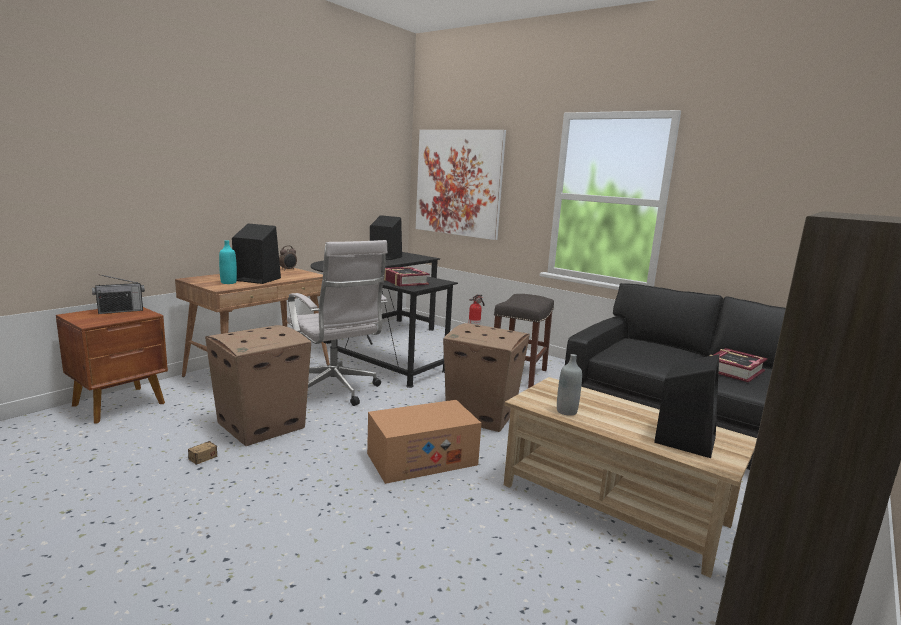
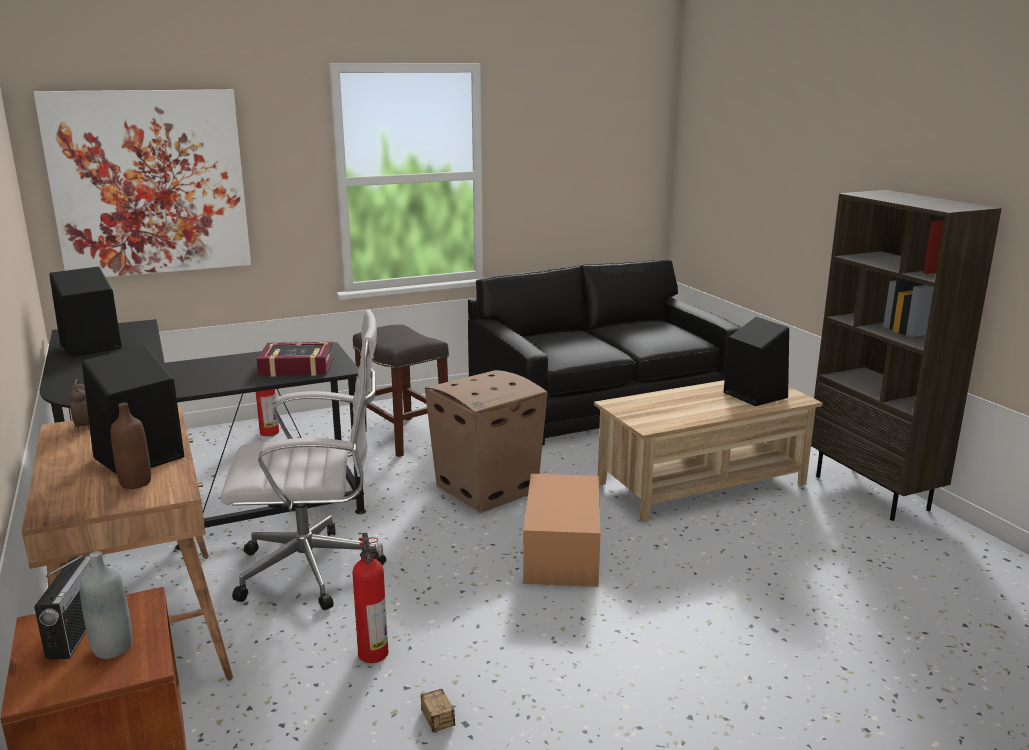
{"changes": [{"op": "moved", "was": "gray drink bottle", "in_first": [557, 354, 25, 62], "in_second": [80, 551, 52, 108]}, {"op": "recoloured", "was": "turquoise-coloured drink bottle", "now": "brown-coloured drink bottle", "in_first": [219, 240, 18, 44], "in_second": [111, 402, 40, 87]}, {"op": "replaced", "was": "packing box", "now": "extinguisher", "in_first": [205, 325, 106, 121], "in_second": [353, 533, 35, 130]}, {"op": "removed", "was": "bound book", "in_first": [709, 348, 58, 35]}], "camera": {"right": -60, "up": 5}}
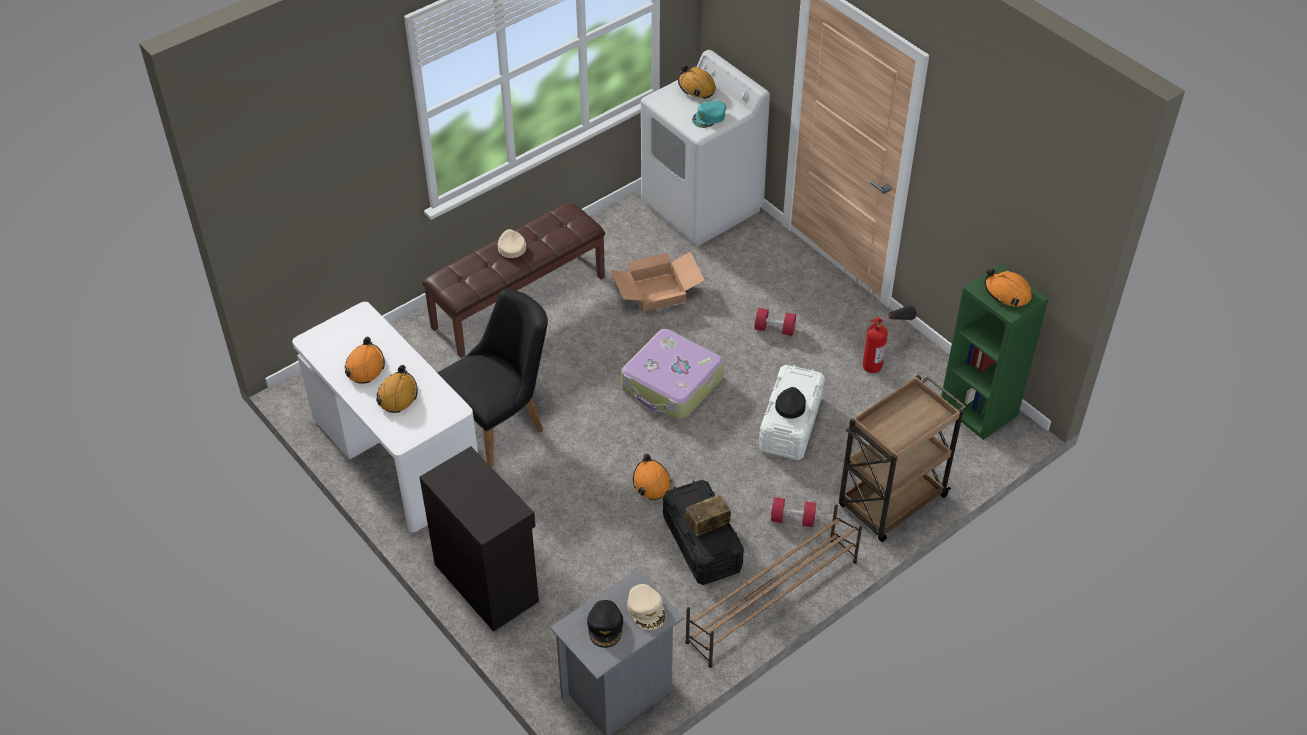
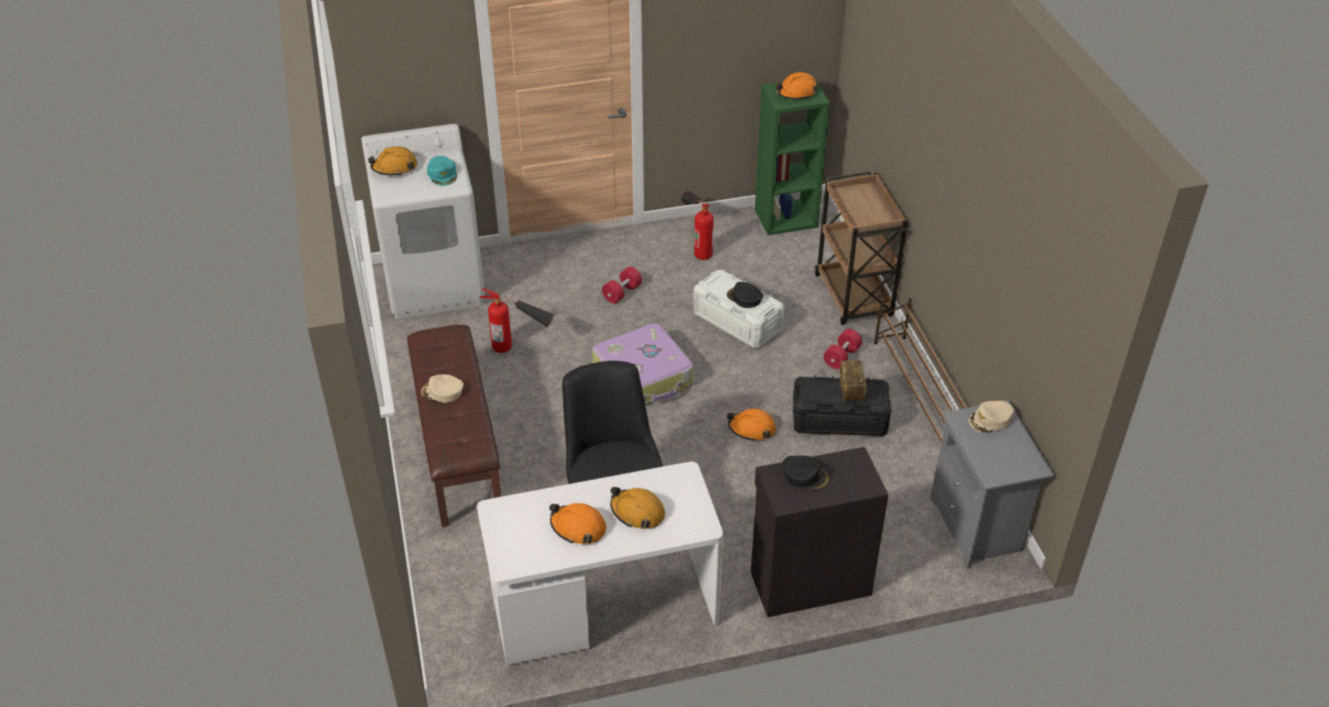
{"changes": [{"op": "replaced", "was": "packing box", "now": "extinguisher", "in_first": [611, 252, 93, 60], "in_second": [479, 288, 75, 65]}, {"op": "moved", "was": "blackish cap", "in_first": [587, 600, 36, 48], "in_second": [782, 456, 48, 34]}, {"op": "turned", "was": "beige-coloured cap", "in_first": [627, 584, 38, 46], "in_second": [969, 401, 45, 32], "clockwise": 150}], "camera": {"right": -65, "up": -5}}
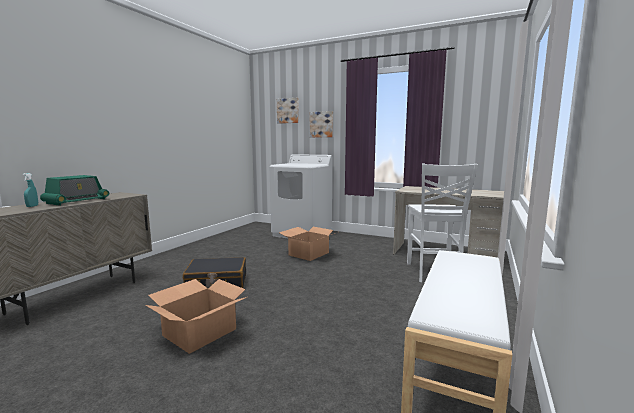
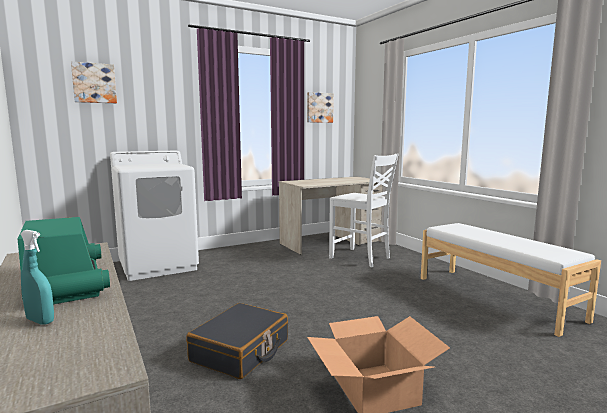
{"changes": [{"op": "moved", "was": "picture", "in_first": [310, 111, 23, 26], "in_second": [307, 92, 27, 31]}, {"op": "removed", "was": "packing box", "in_first": [279, 227, 56, 34]}], "camera": {"right": -55, "up": 0}}
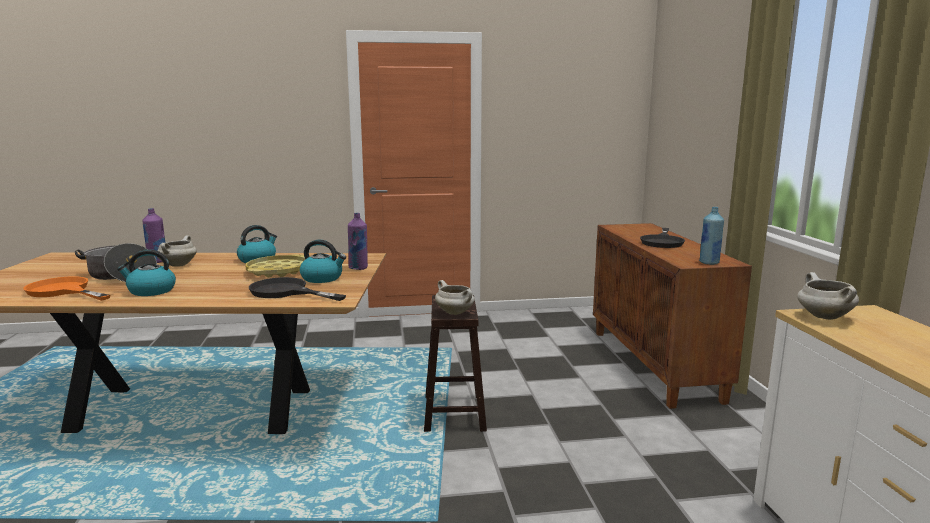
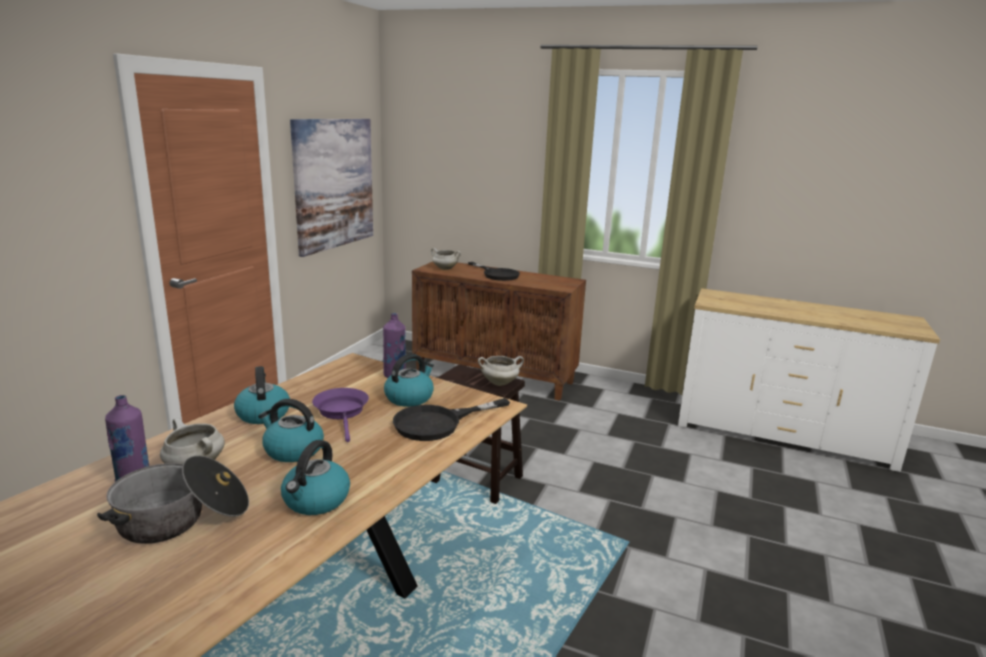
{"changes": [{"op": "added", "now": "water kettle", "in_second": [258, 399, 66, 63]}, {"op": "added", "now": "picture", "in_second": [290, 119, 83, 138]}, {"op": "replaced", "was": "yellow-coloured serving tray", "now": "purple-coloured frying pan", "in_first": [246, 254, 59, 23], "in_second": [312, 388, 57, 54]}, {"op": "moved", "was": "white-coloured cooking pot", "in_first": [797, 272, 62, 48], "in_second": [431, 248, 30, 22]}, {"op": "removed", "was": "orange-coloured frying pan", "in_first": [24, 276, 86, 25]}, {"op": "removed", "was": "blue drink bottle", "in_first": [699, 207, 25, 58]}], "camera": {"right": -60, "up": 5}}
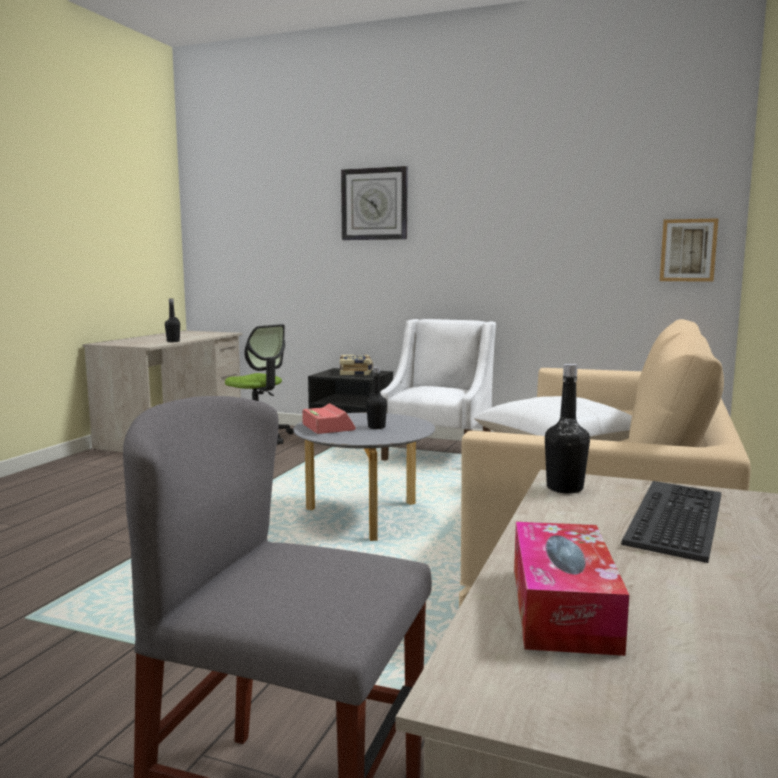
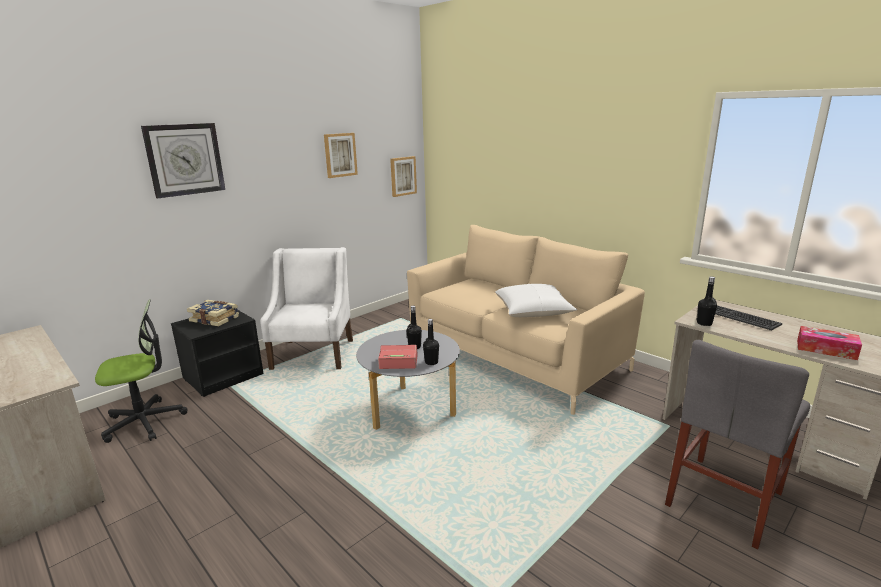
{"changes": [{"op": "turned", "was": "white-coloured lounge chair", "in_first": [380, 319, 116, 142], "in_second": [260, 247, 93, 123], "clockwise": 45}, {"op": "added", "now": "picture", "in_second": [324, 133, 34, 45]}, {"op": "moved", "was": "blackish drink bottle", "in_first": [165, 298, 15, 44], "in_second": [423, 319, 16, 46]}], "camera": {"right": -65, "up": 10}}
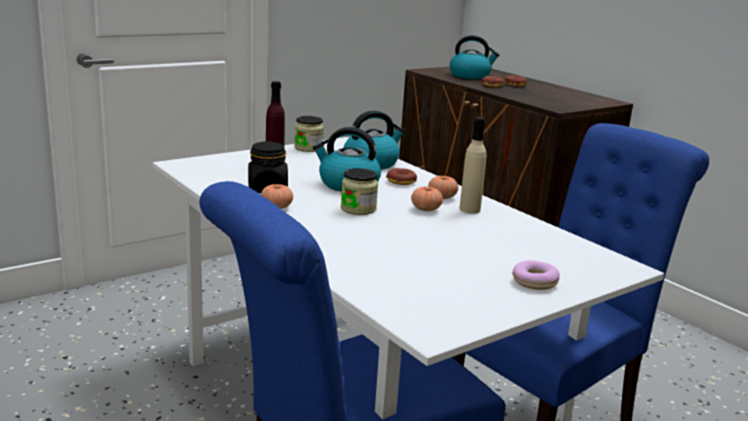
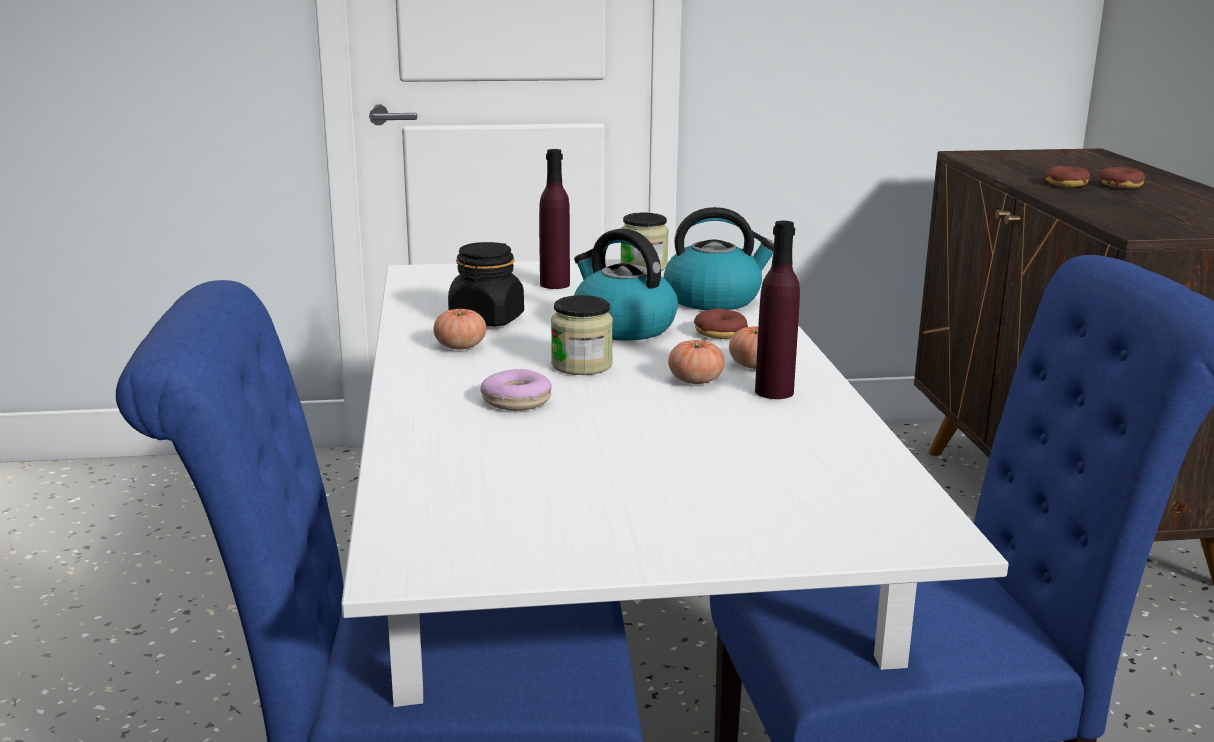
{"changes": [{"op": "moved", "was": "ring doughnut", "in_first": [512, 260, 48, 30], "in_second": [481, 369, 71, 42]}, {"op": "recoloured", "was": "beige-coloured drink bottle", "now": "purple-coloured drink bottle", "in_first": [459, 117, 27, 97], "in_second": [755, 221, 45, 178]}, {"op": "removed", "was": "water kettle", "in_first": [450, 35, 50, 44]}], "camera": {"right": 30, "up": 0}}
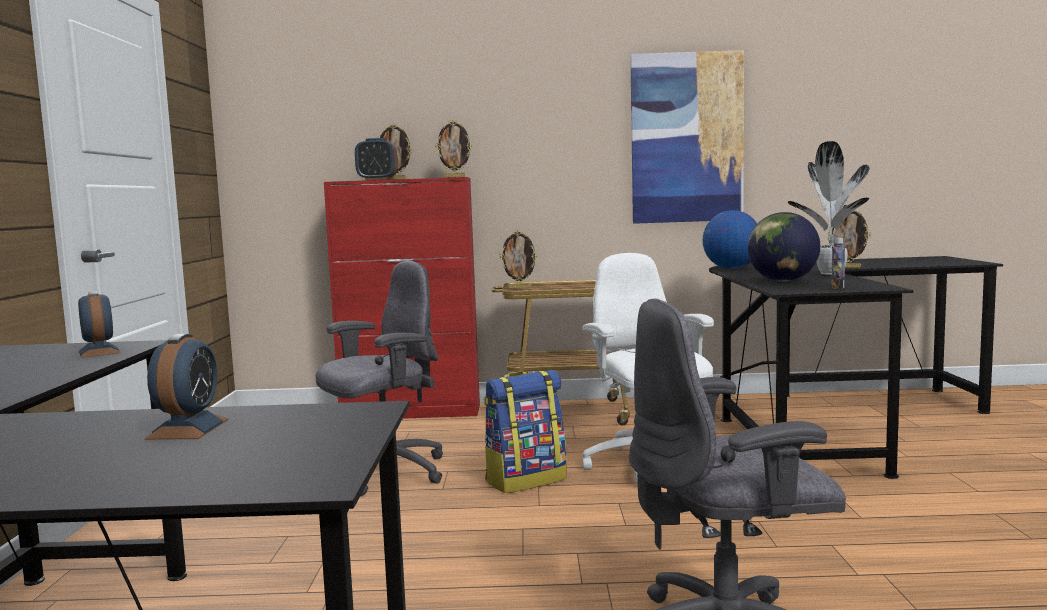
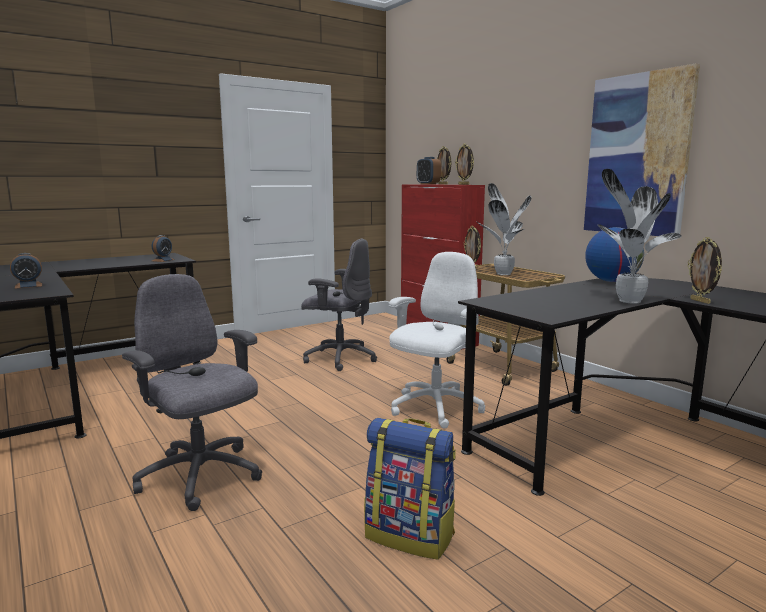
{"changes": [{"op": "moved", "was": "rucksack", "in_first": [484, 370, 83, 123], "in_second": [364, 418, 92, 142]}, {"op": "added", "now": "plant in a pot", "in_second": [477, 183, 54, 92]}, {"op": "removed", "was": "desk globe", "in_first": [748, 212, 72, 70]}, {"op": "removed", "was": "drink bottle", "in_first": [831, 238, 14, 51]}], "camera": {"right": 55, "up": 5}}
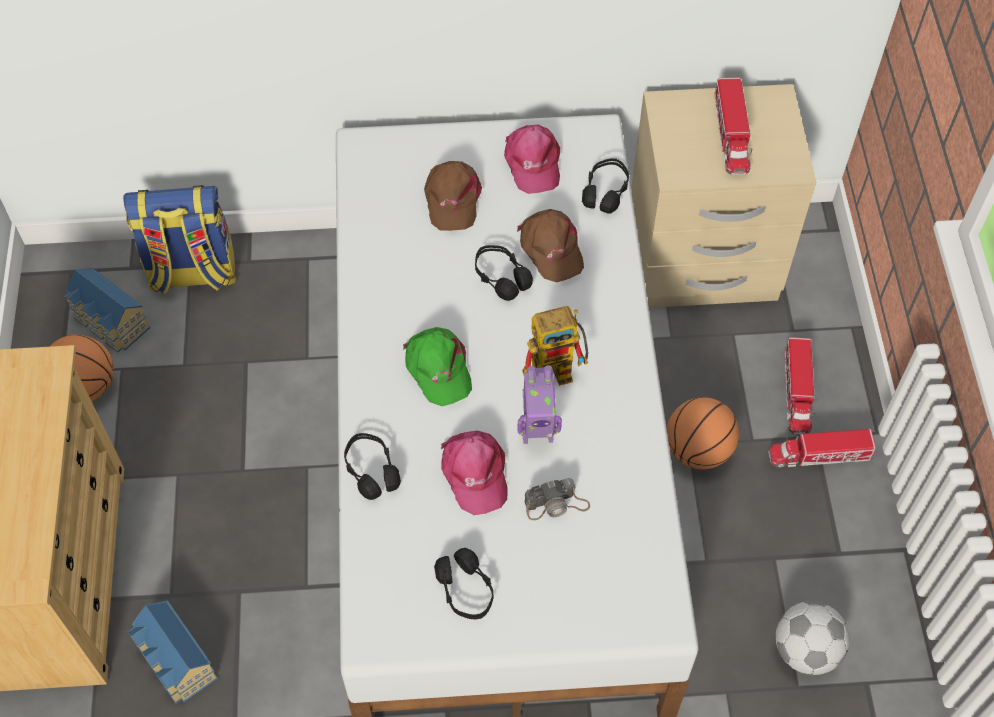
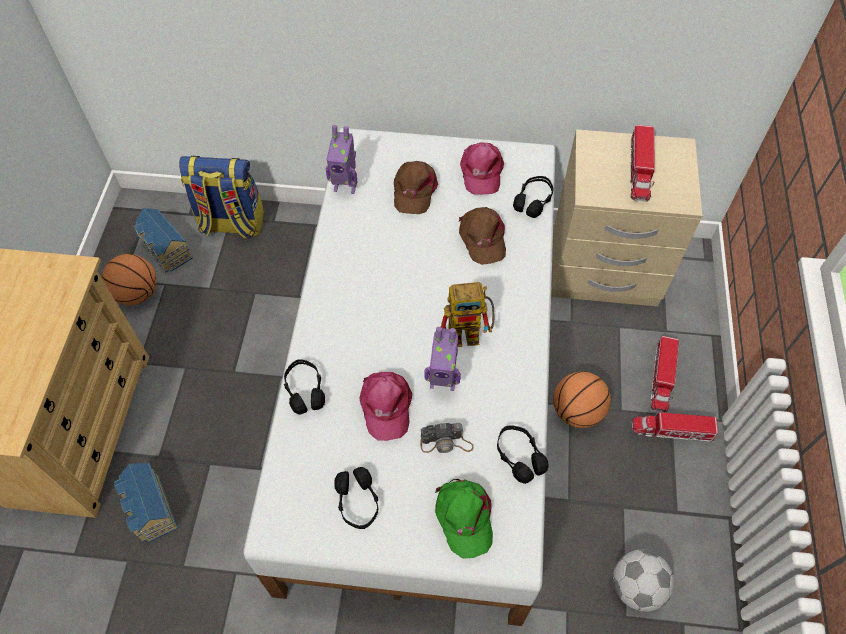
{"changes": [{"op": "added", "now": "toy robot", "in_second": [326, 125, 31, 69]}, {"op": "moved", "was": "green cap", "in_first": [403, 327, 69, 79], "in_second": [435, 479, 58, 80]}, {"op": "moved", "was": "blackish pair of headphones", "in_first": [475, 245, 58, 56], "in_second": [497, 425, 52, 59]}], "camera": {"right": 10, "up": 0}}
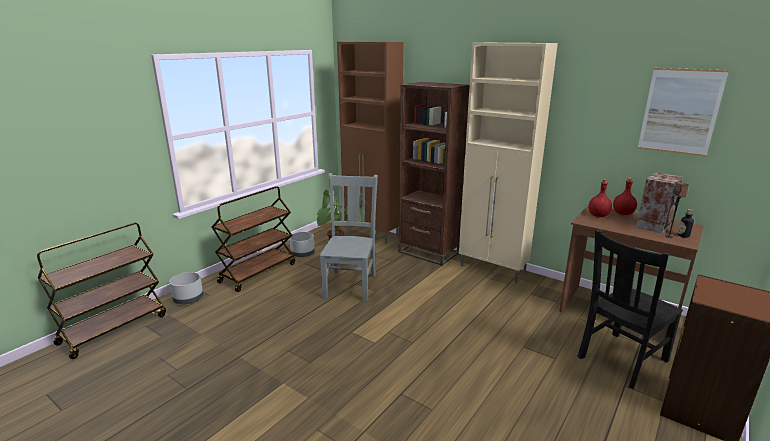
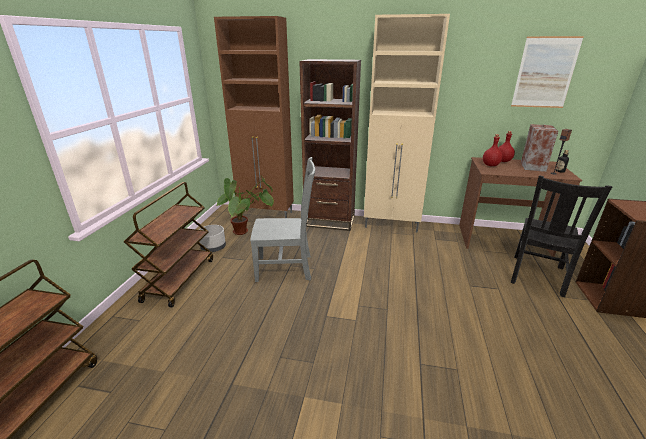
{"changes": [{"op": "turned", "was": "gray upright chair", "in_first": [320, 173, 58, 129], "in_second": [250, 157, 65, 125], "clockwise": 105}, {"op": "removed", "was": "gray flower pot", "in_first": [169, 272, 34, 32]}], "camera": {"right": -25, "up": 5}}
